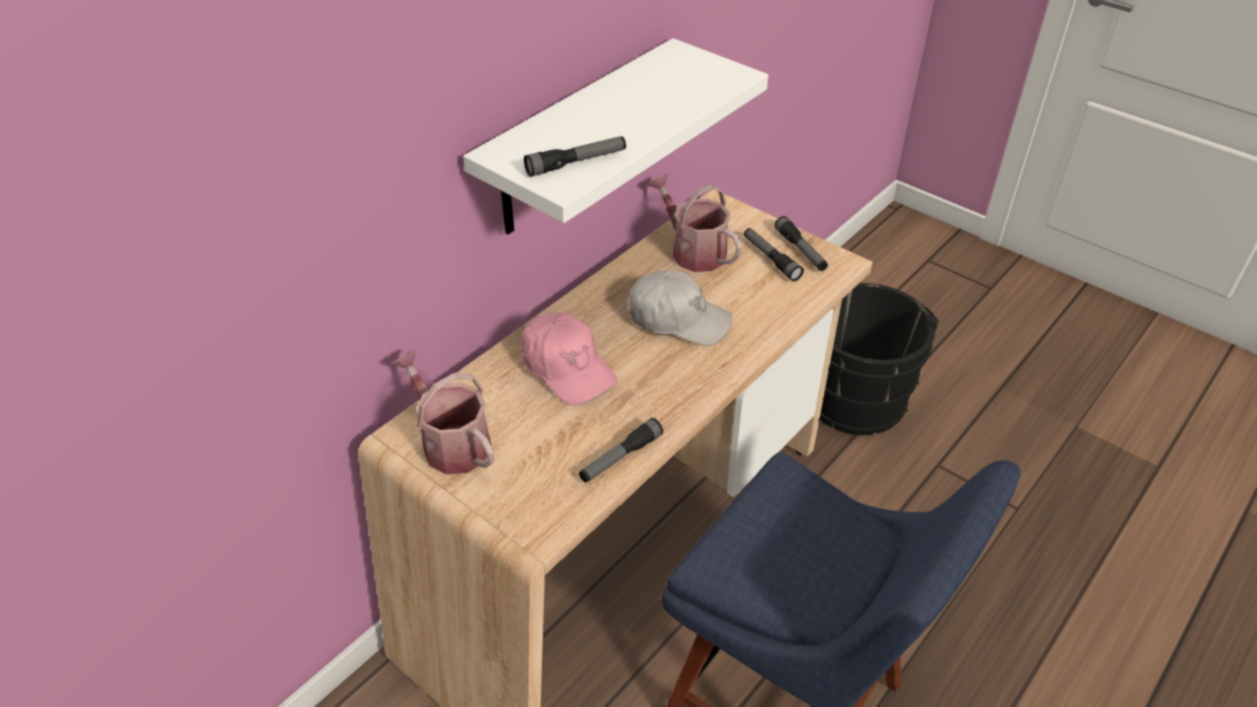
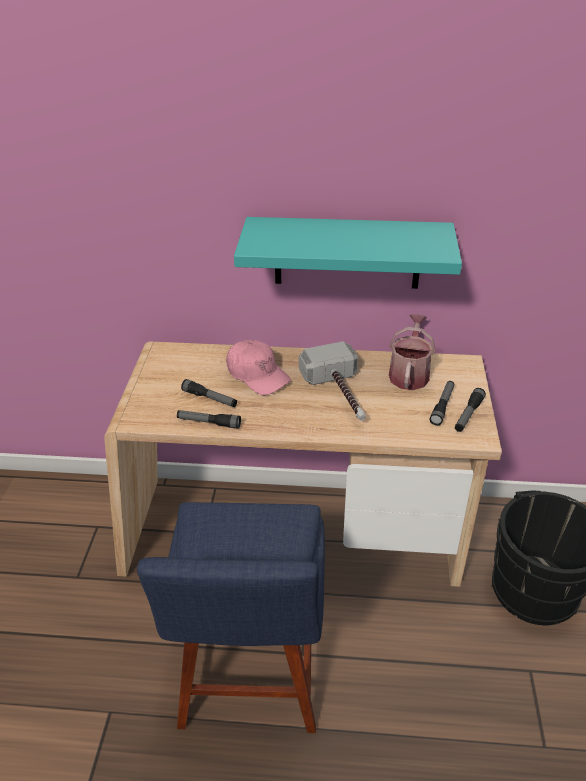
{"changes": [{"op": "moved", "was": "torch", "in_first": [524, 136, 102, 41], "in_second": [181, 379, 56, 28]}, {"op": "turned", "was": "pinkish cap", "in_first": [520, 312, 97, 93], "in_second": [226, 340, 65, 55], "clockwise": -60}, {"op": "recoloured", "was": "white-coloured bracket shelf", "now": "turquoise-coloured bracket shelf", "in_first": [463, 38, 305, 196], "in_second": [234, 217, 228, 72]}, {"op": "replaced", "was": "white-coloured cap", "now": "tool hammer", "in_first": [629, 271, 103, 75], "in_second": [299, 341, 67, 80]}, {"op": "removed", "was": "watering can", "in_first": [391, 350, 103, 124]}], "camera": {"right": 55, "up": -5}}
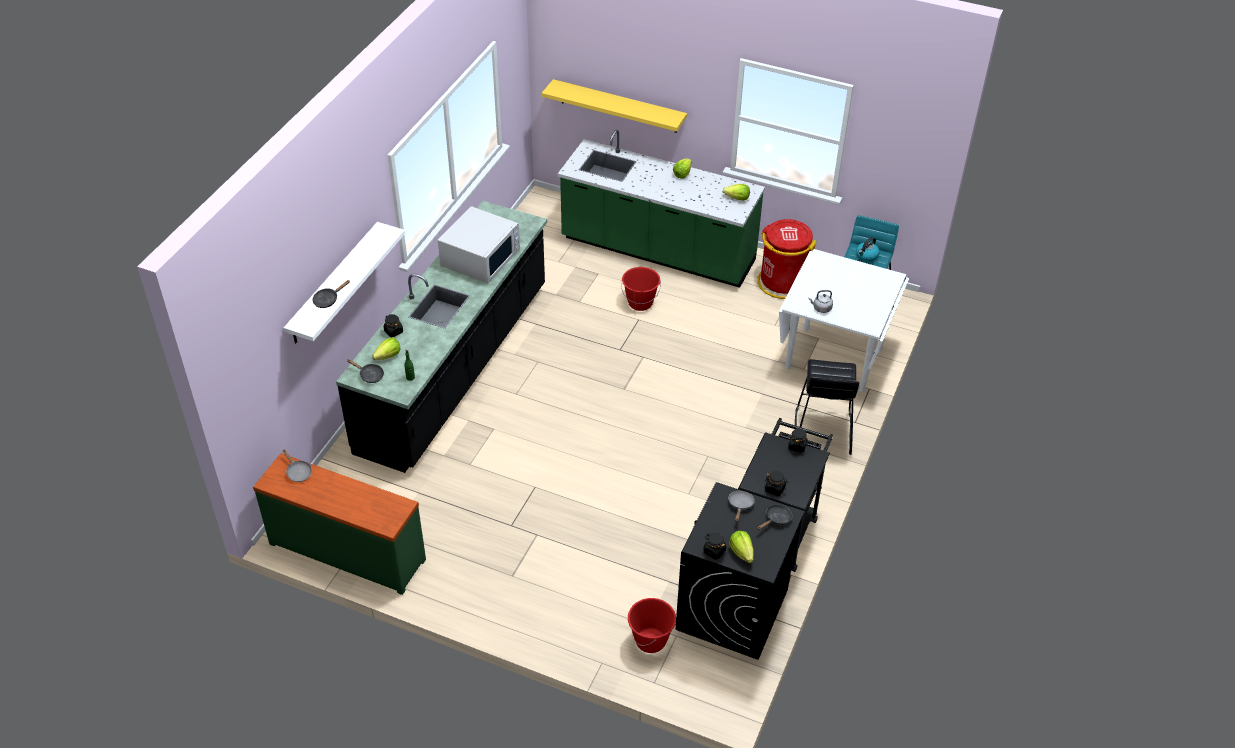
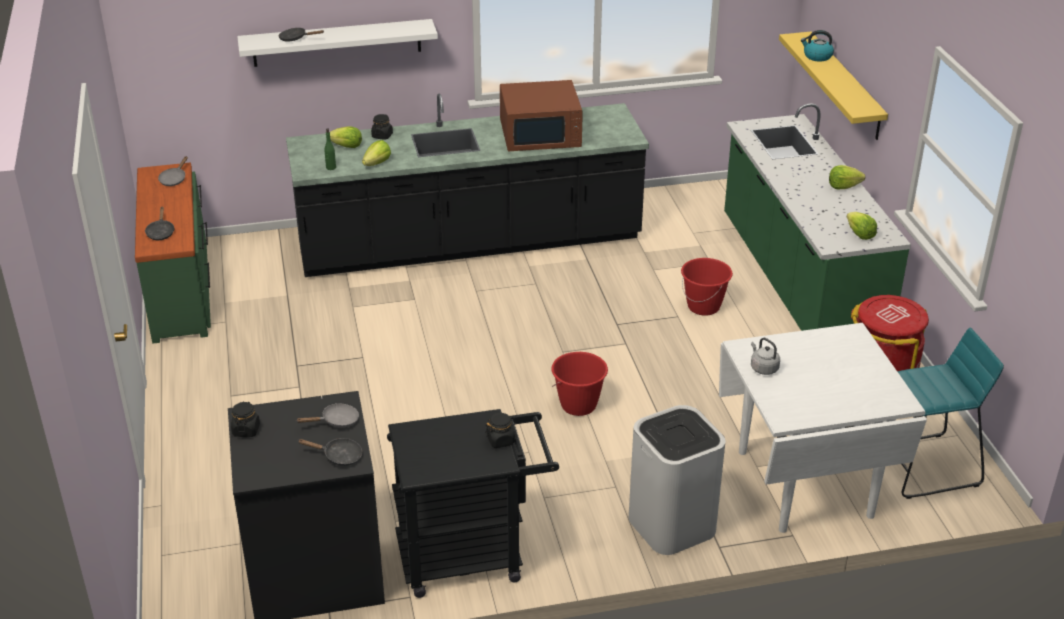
{"changes": [{"op": "moved", "was": "blackish frying pan", "in_first": [347, 359, 37, 24], "in_second": [145, 207, 30, 33]}, {"op": "moved", "was": "head of lettuce", "in_first": [729, 531, 25, 32], "in_second": [362, 140, 29, 26]}, {"op": "recoloured", "was": "white-coloured kitchen microwave", "now": "brown-coloured kitchen microwave", "in_first": [438, 206, 82, 77], "in_second": [500, 80, 83, 71]}, {"op": "moved", "was": "red-coloured water bucket", "in_first": [628, 598, 48, 55], "in_second": [551, 352, 57, 64]}, {"op": "replaced", "was": "blackish stool", "now": "white-coloured waste bin", "in_first": [795, 359, 64, 96], "in_second": [629, 405, 97, 150]}, {"op": "moved", "was": "water kettle", "in_first": [856, 237, 24, 25], "in_second": [801, 30, 33, 32]}, {"op": "removed", "was": "blackish jar", "in_first": [765, 471, 23, 25]}], "camera": {"right": 55, "up": -10}}
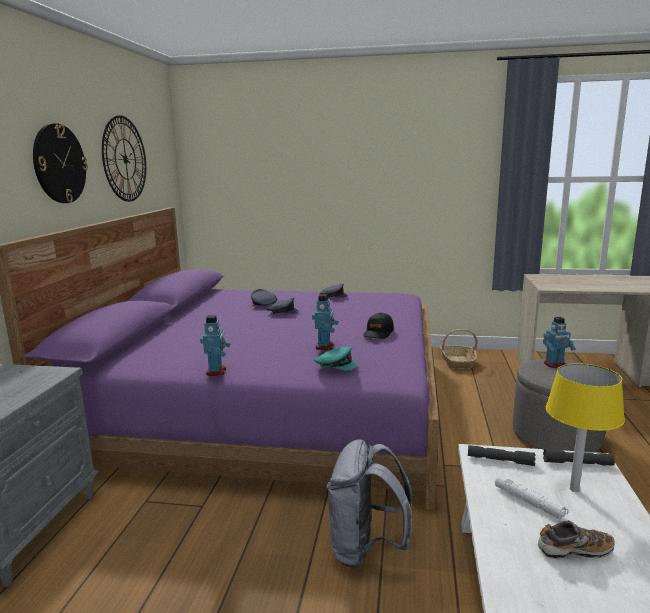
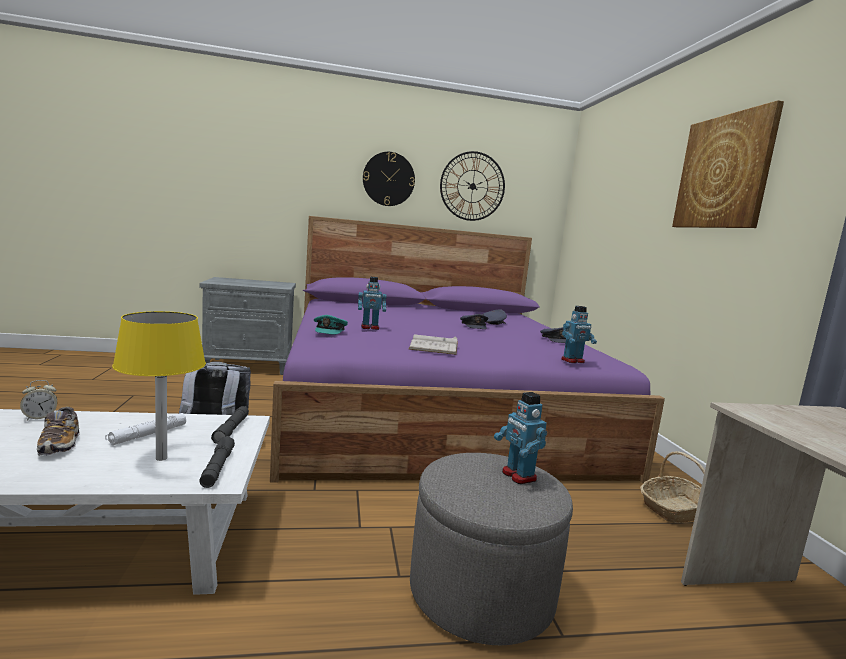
{"changes": [{"op": "added", "now": "table clock", "in_second": [20, 380, 37, 40]}, {"op": "replaced", "was": "blackish cap", "now": "white-coloured bound book", "in_first": [363, 313, 31, 26], "in_second": [409, 334, 49, 21]}, {"op": "moved", "was": "toy robot", "in_first": [200, 315, 30, 61], "in_second": [561, 306, 36, 57]}, {"op": "added", "now": "picture", "in_second": [672, 100, 112, 128]}], "camera": {"right": 70, "up": -5}}
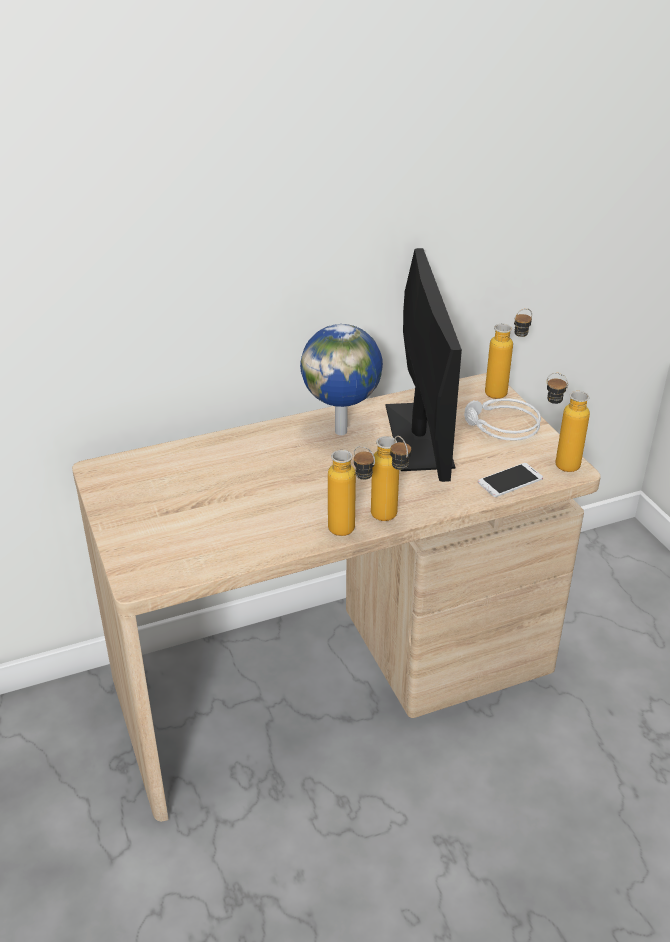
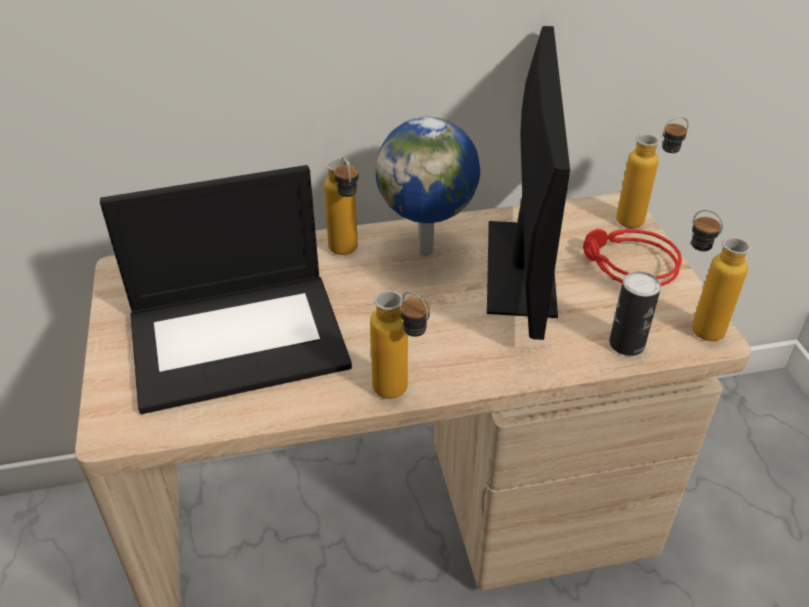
{"changes": [{"op": "added", "now": "laptop", "in_second": [100, 165, 252, 249]}, {"op": "moved", "was": "drink bottle", "in_first": [371, 436, 40, 85], "in_second": [324, 157, 34, 98]}, {"op": "recoloured", "was": "gray pair of headphones", "now": "red-coloured pair of headphones", "in_first": [464, 398, 77, 43], "in_second": [583, 229, 99, 57]}, {"op": "replaced", "was": "phone", "now": "metal can", "in_first": [478, 463, 65, 34], "in_second": [609, 271, 52, 85]}], "camera": {"right": 10, "up": 5}}
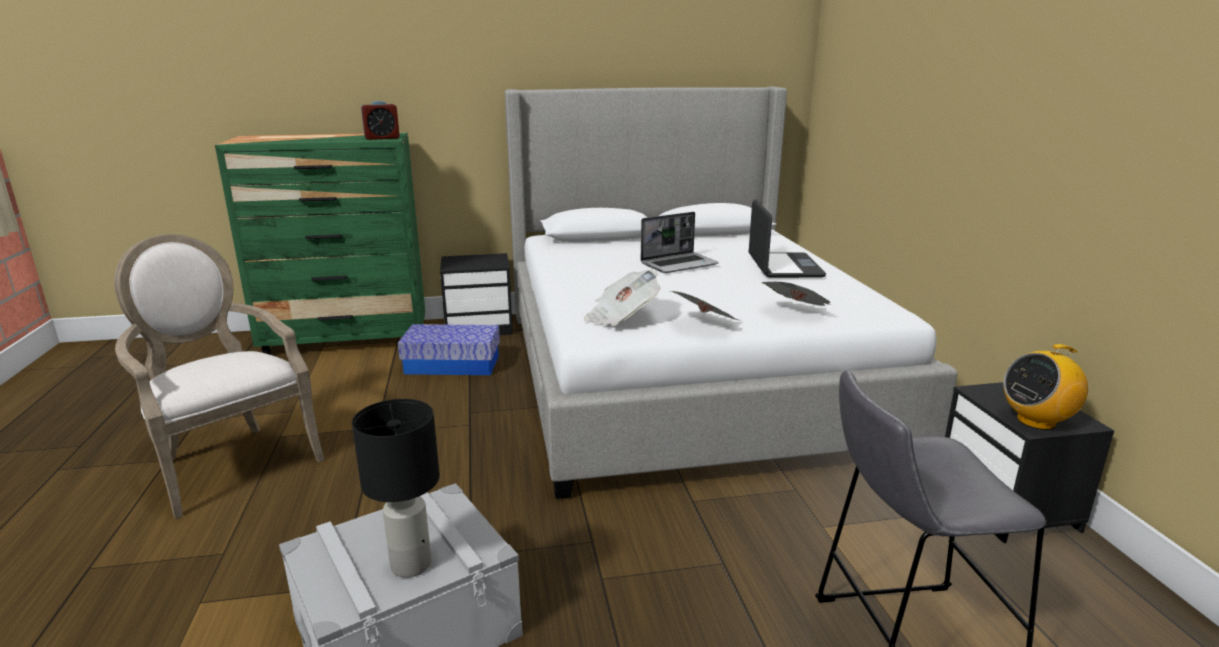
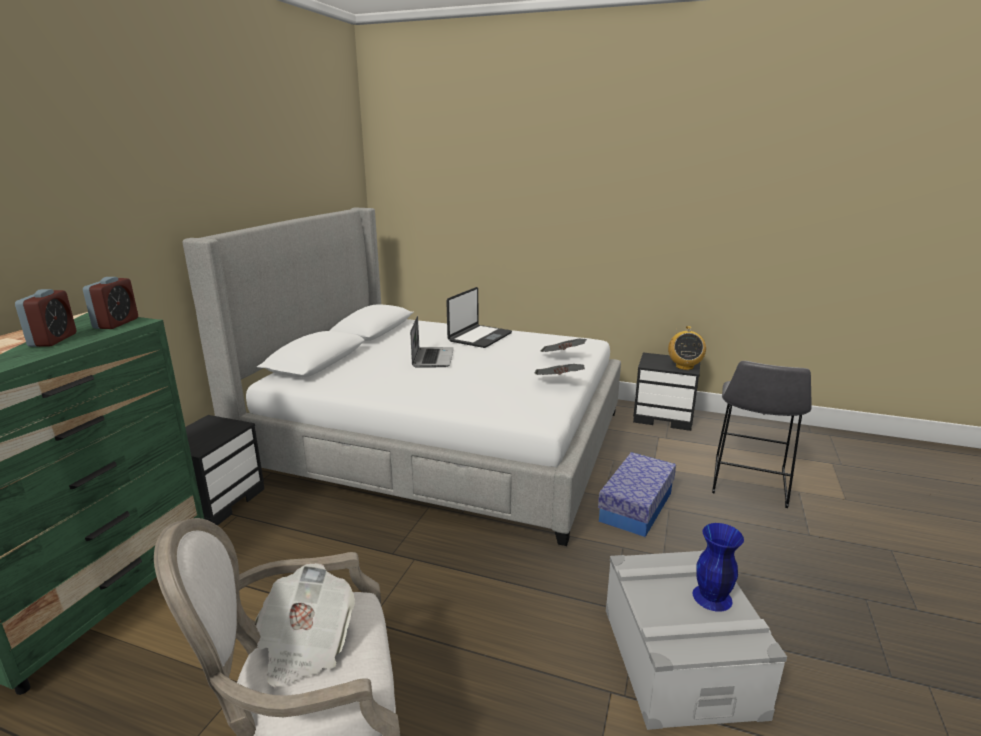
{"changes": [{"op": "added", "now": "table clock", "in_second": [15, 289, 61, 58]}, {"op": "moved", "was": "newspaper", "in_first": [584, 270, 76, 56], "in_second": [255, 563, 100, 124]}, {"op": "turned", "was": "laptop", "in_first": [749, 200, 77, 78], "in_second": [446, 287, 66, 61], "clockwise": 90}, {"op": "moved", "was": "storage bin", "in_first": [398, 324, 102, 51], "in_second": [598, 452, 78, 85]}, {"op": "replaced", "was": "blackish tabletop lamp", "now": "blue flower vase", "in_first": [352, 399, 88, 179], "in_second": [693, 523, 51, 89]}], "camera": {"right": -60, "up": 0}}
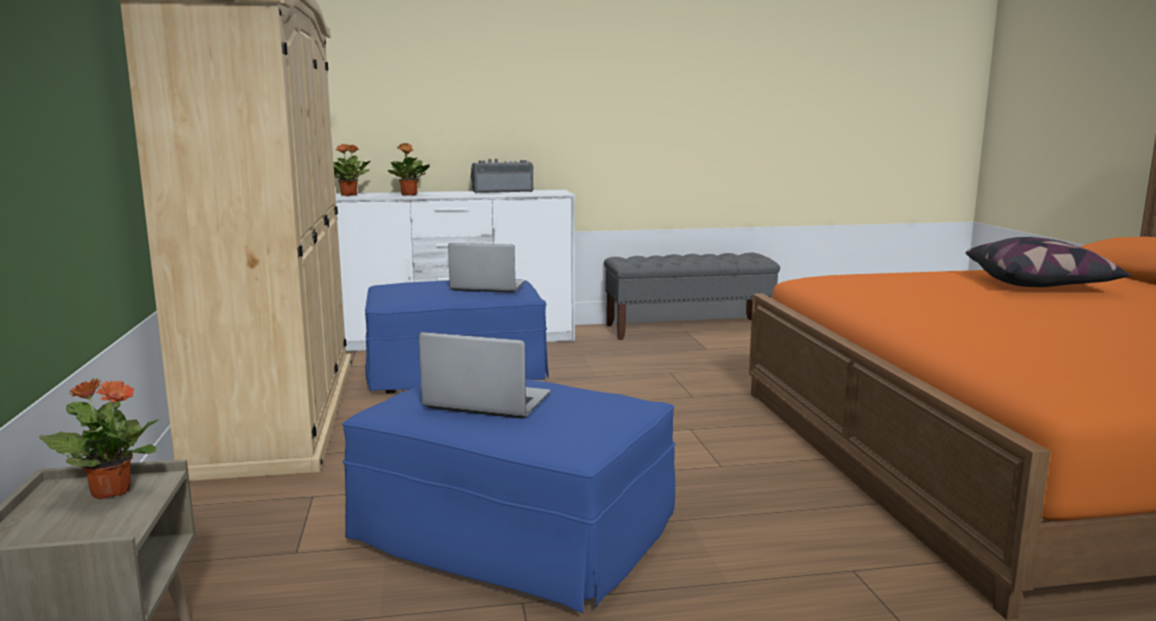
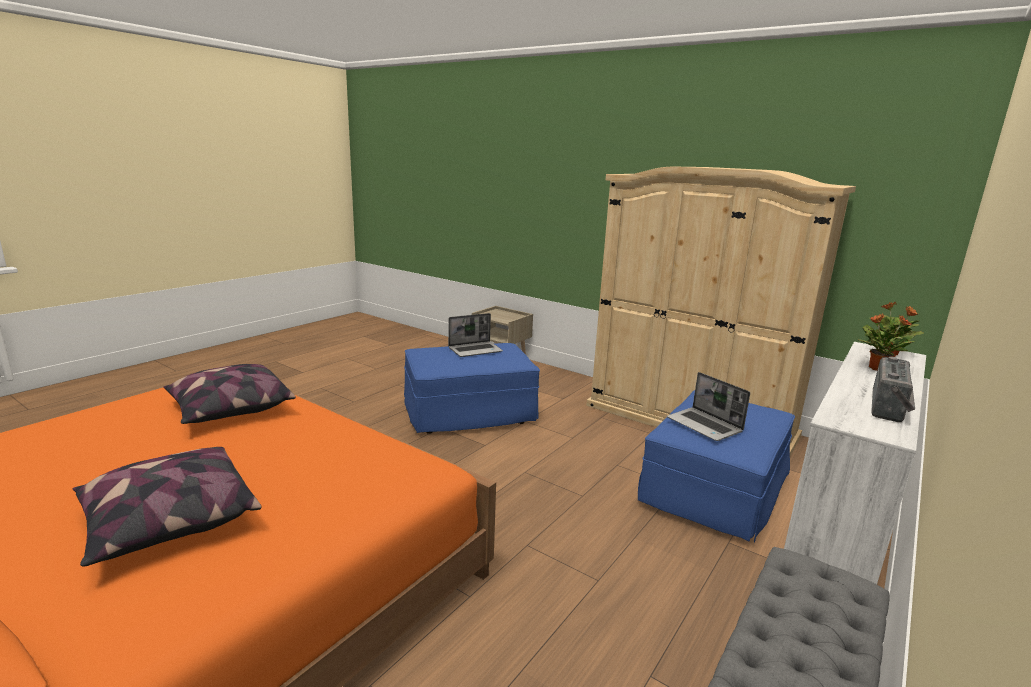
{"changes": [{"op": "added", "now": "pillow", "in_second": [163, 364, 133, 60]}, {"op": "turned", "was": "laptop", "in_first": [448, 243, 77, 50], "in_second": [667, 372, 83, 69], "clockwise": 90}, {"op": "removed", "was": "plant in a pot", "in_first": [40, 378, 119, 121]}], "camera": {"right": 135, "up": 5}}
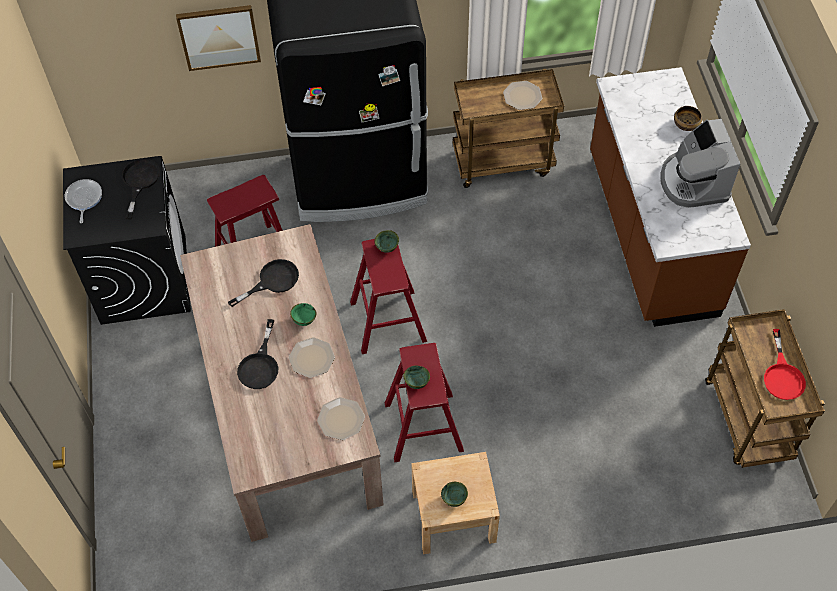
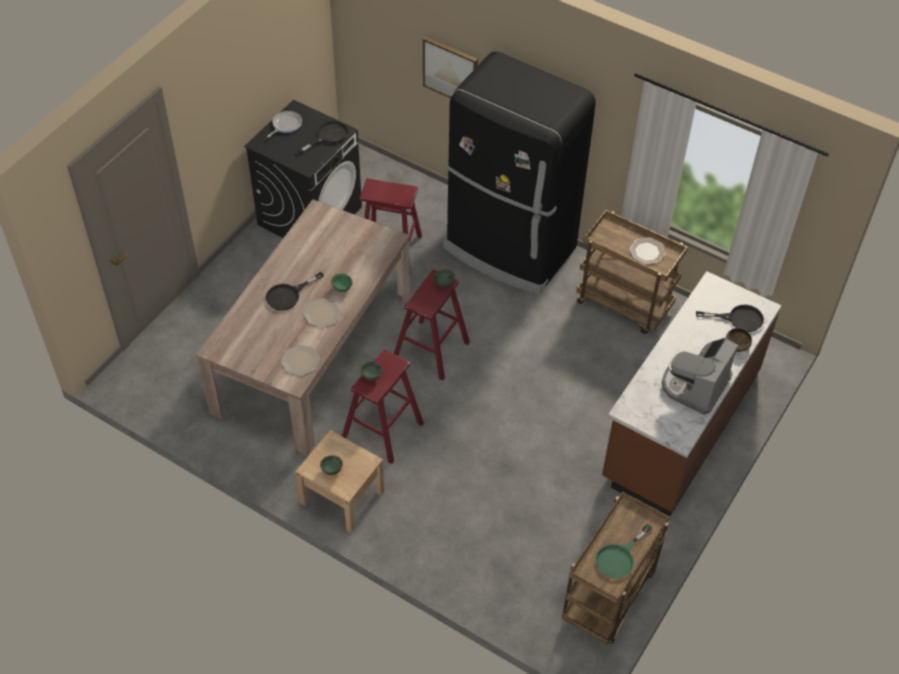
{"changes": [{"op": "recoloured", "was": "red-coloured frying pan", "now": "green frying pan", "in_first": [764, 329, 42, 71], "in_second": [595, 524, 57, 54]}, {"op": "moved", "was": "blackish frying pan", "in_first": [228, 259, 71, 48], "in_second": [696, 305, 68, 27]}], "camera": {"right": 40, "up": -5}}
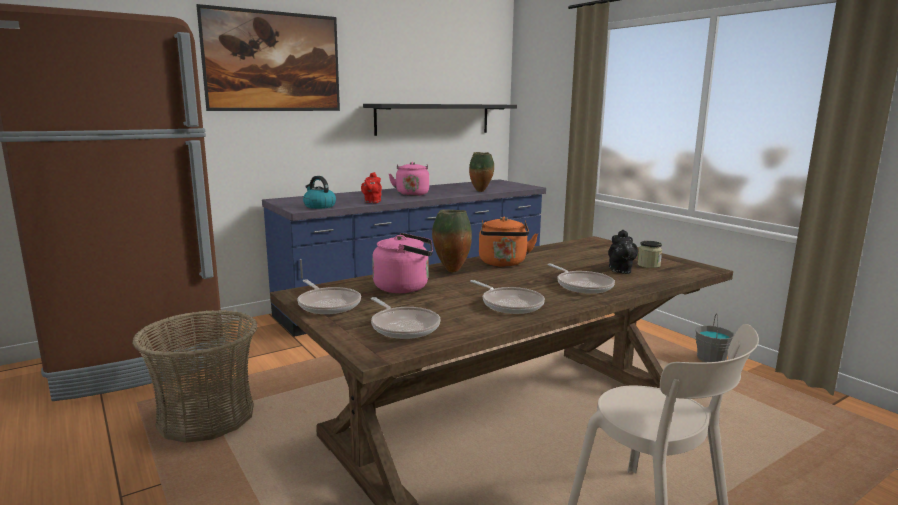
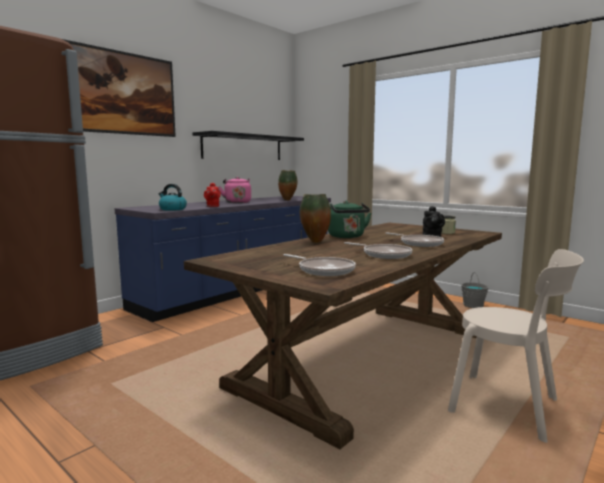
{"changes": [{"op": "recoloured", "was": "orange-coloured water kettle", "now": "green water kettle", "in_first": [479, 217, 59, 50], "in_second": [328, 201, 43, 37]}, {"op": "removed", "was": "household basket", "in_first": [132, 310, 126, 133]}, {"op": "removed", "was": "frying pan", "in_first": [297, 279, 64, 35]}, {"op": "removed", "was": "pinkish water kettle", "in_first": [372, 233, 61, 60]}], "camera": {"right": -15, "up": -5}}
